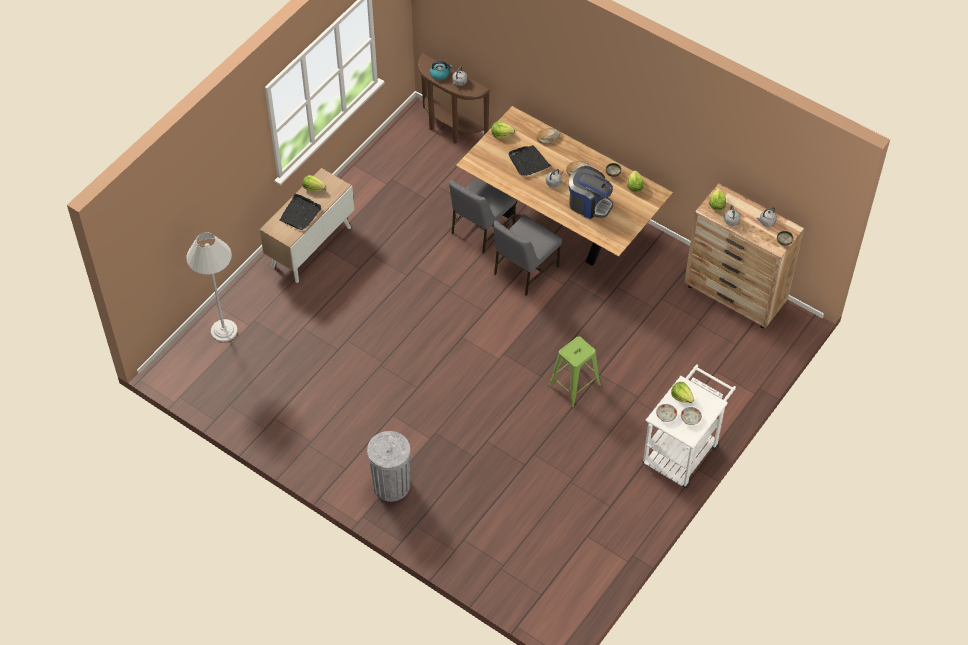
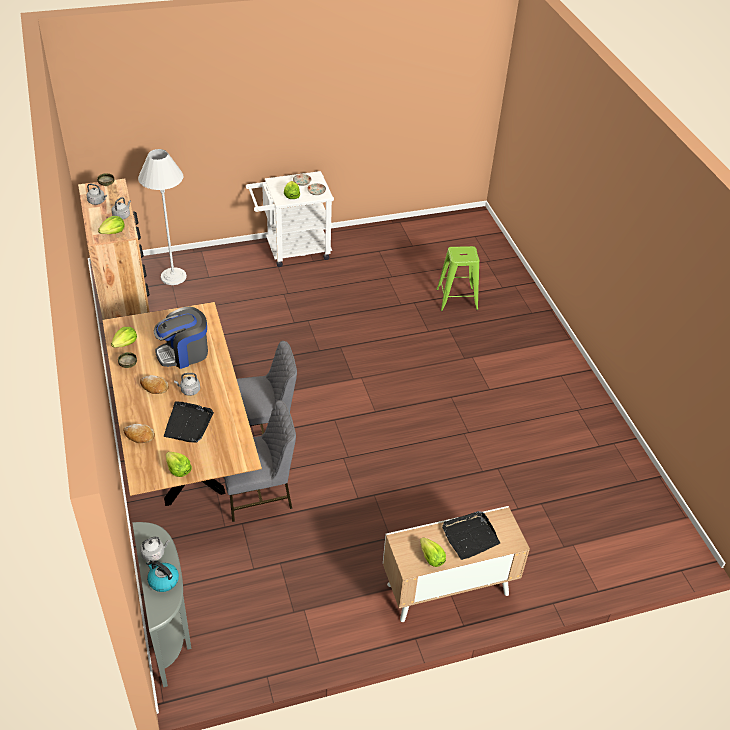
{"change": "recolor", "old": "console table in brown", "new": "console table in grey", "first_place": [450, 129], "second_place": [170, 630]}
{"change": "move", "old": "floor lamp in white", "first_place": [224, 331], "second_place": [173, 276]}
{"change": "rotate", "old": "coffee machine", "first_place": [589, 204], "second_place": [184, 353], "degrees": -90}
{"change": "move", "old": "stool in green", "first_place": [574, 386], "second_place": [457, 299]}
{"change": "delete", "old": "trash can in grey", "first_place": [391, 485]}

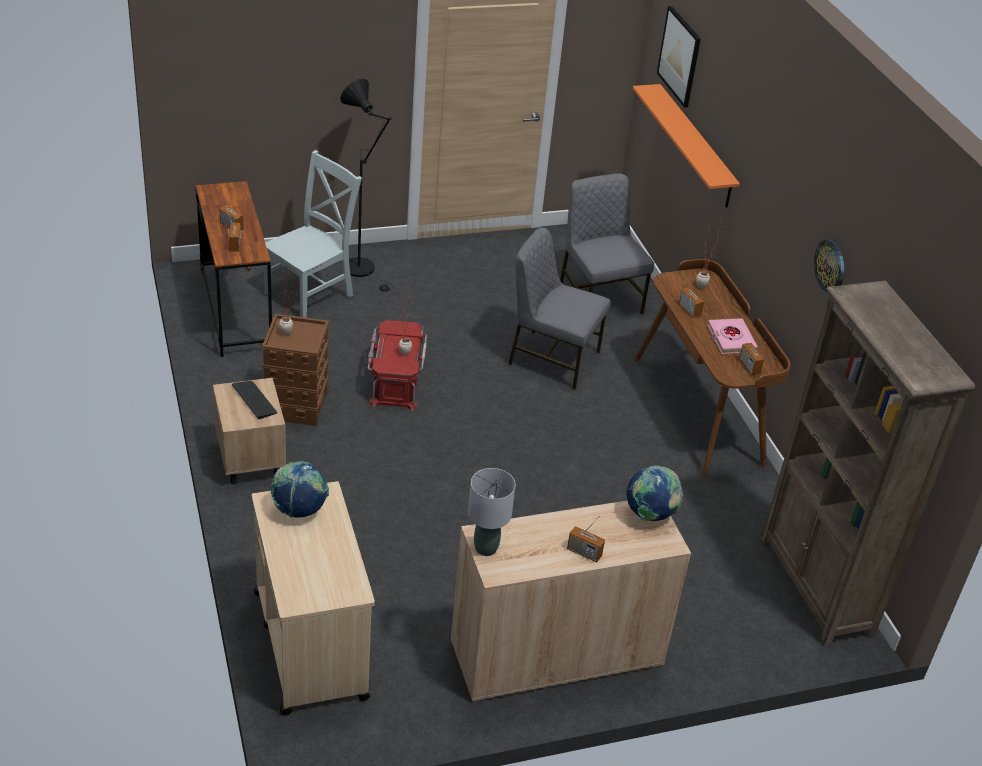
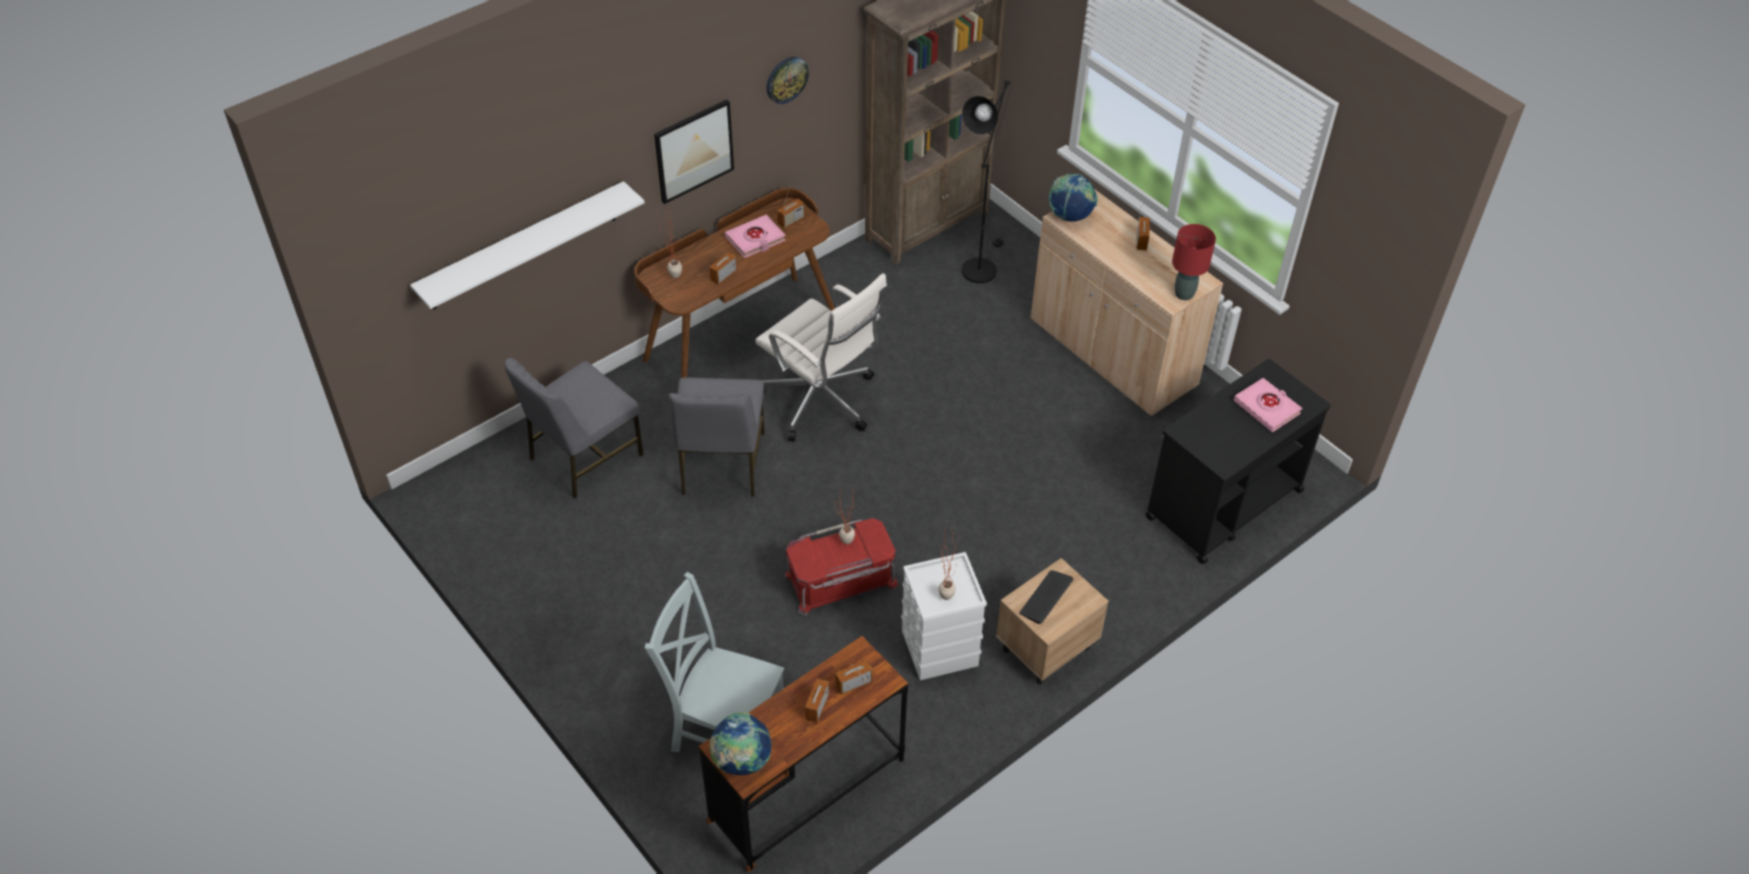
{"change": "recolor", "old": "shelf in orange", "new": "shelf in white", "first_place": [695, 146], "second_place": [523, 246]}
{"change": "move", "old": "picture", "first_place": [679, 56], "second_place": [694, 151]}
{"change": "move", "old": "globe", "first_place": [299, 510], "second_place": [741, 761]}
{"change": "insert", "new": "office chair in white", "second_place": [821, 402]}
{"change": "recolor", "old": "storage box in brown", "new": "storage box in white", "first_place": [296, 405], "second_place": [939, 649]}
{"change": "move", "old": "floor lamp in black", "first_place": [363, 270], "second_place": [980, 266]}
{"change": "recolor", "old": "cart in beige", "new": "cart in black", "first_place": [310, 643], "second_place": [1223, 504]}
{"change": "recolor", "old": "table lamp in grey", "new": "table lamp in red", "first_place": [485, 548], "second_place": [1183, 294]}
{"change": "insert", "new": "book in pink", "second_place": [1267, 408]}

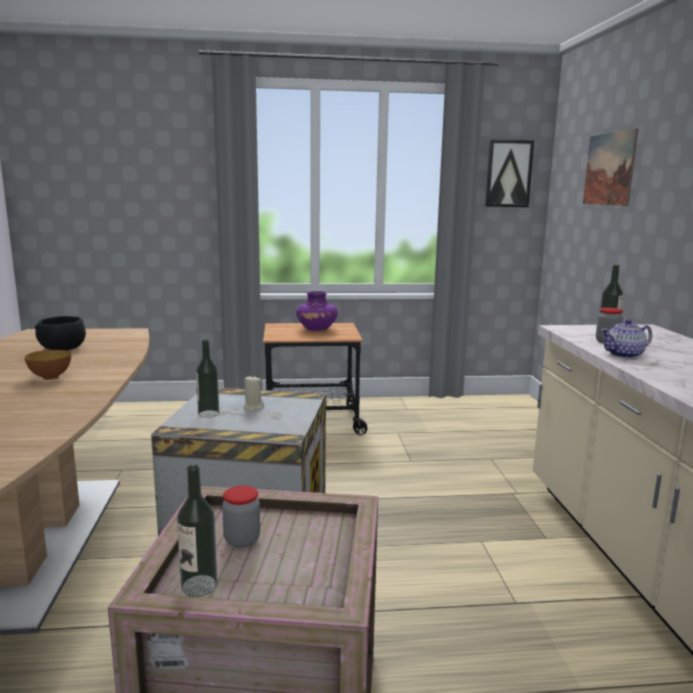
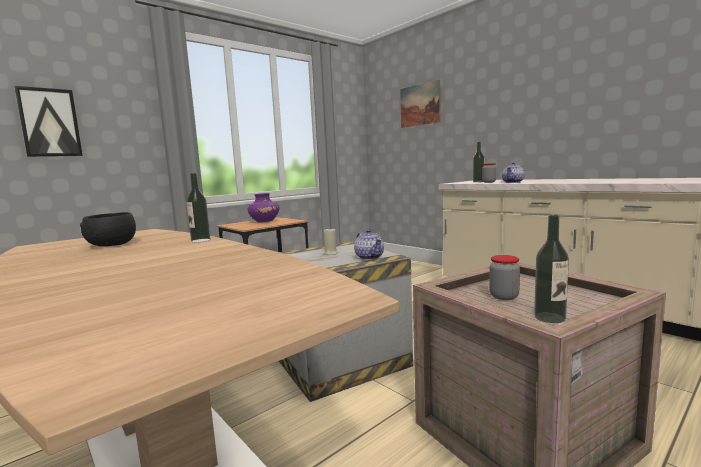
{"change": "move", "old": "picture", "first_place": [508, 173], "second_place": [49, 123]}
{"change": "move", "old": "bottle", "first_place": [208, 414], "second_place": [200, 240]}
{"change": "insert", "new": "teapot", "second_place": [369, 257]}
{"change": "delete", "old": "bowl", "first_place": [50, 377]}

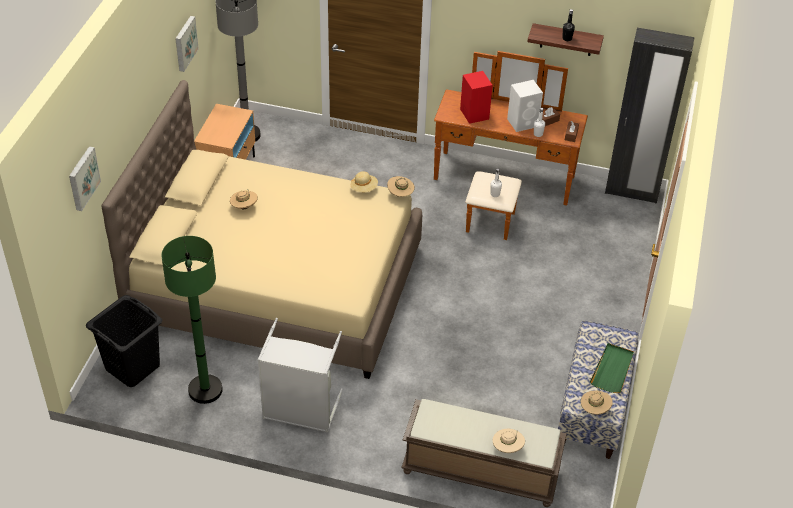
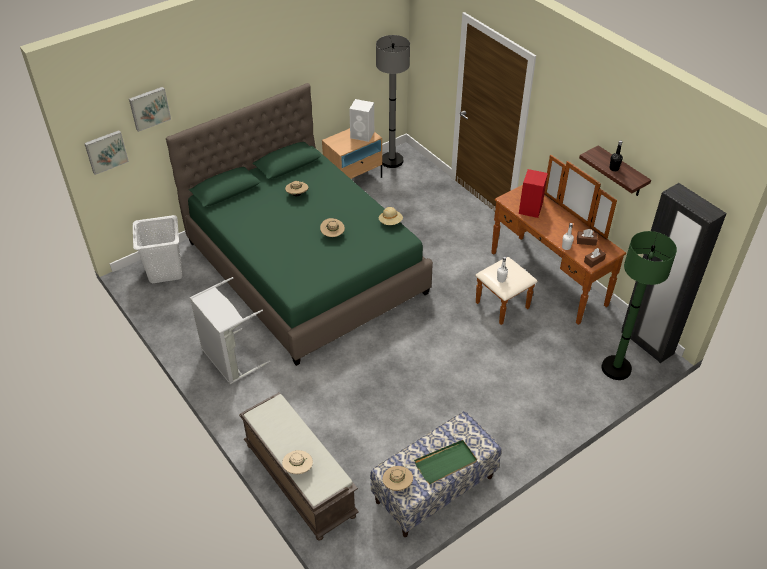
{"change": "move", "old": "picture", "first_place": [184, 43], "second_place": [106, 151]}
{"change": "recolor", "old": "laundry basket in black", "new": "laundry basket in white", "first_place": [132, 367], "second_place": [165, 271]}
{"change": "recolor", "old": "bed in beige", "new": "bed in green", "first_place": [276, 284], "second_place": [305, 267]}
{"change": "move", "old": "hat in beige", "first_place": [400, 194], "second_place": [332, 235]}
{"change": "move", "old": "speaker in white", "first_place": [523, 122], "second_place": [363, 135]}
{"change": "move", "old": "floor lamp in green", "first_place": [205, 390], "second_place": [616, 368]}

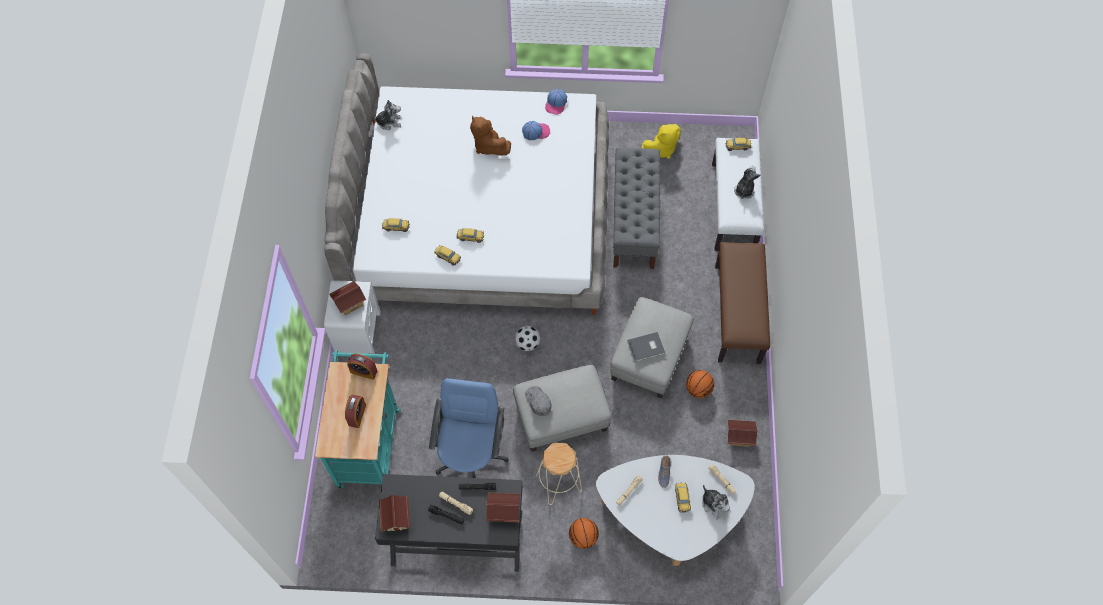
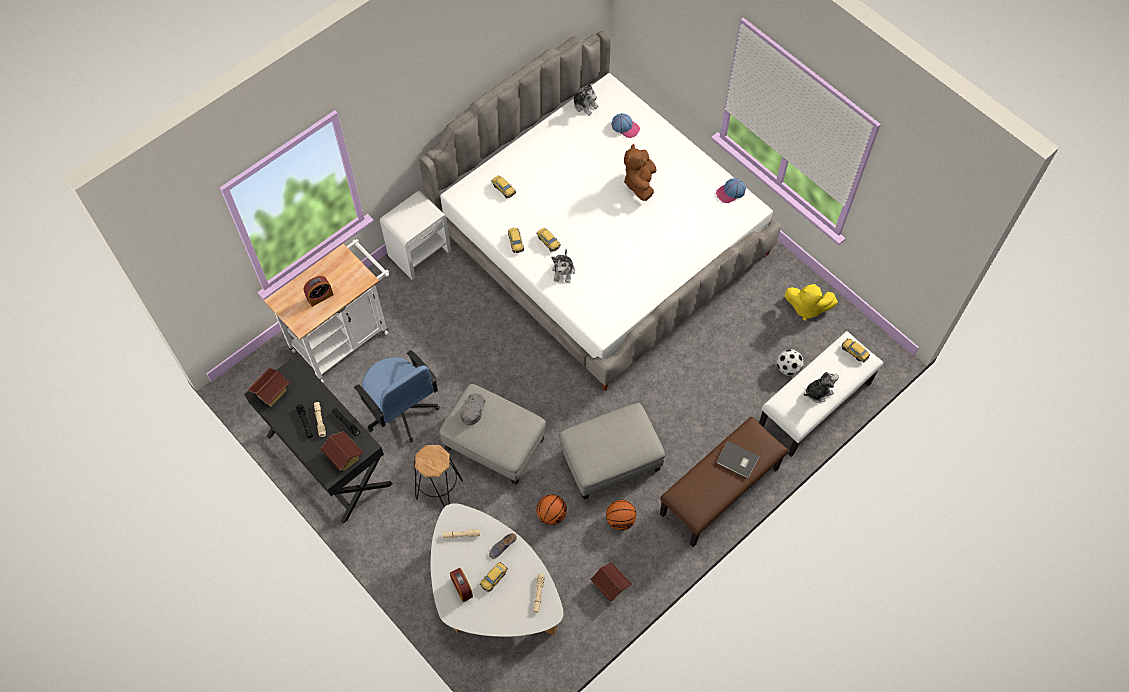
{"change": "recolor", "old": "cart in turquoise", "new": "cart in white", "first_place": [369, 442], "second_place": [344, 337]}
{"change": "rotate", "old": "office chair in blue", "first_place": [471, 455], "second_place": [401, 411], "degrees": 90}
{"change": "recolor", "old": "stool in beige", "new": "stool in black", "first_place": [558, 483], "second_place": [438, 489]}
{"change": "move", "old": "alarm clock", "first_place": [363, 371], "second_place": [462, 588]}
{"change": "move", "old": "basketball", "first_place": [583, 537], "second_place": [551, 515]}
{"change": "move", "old": "plush toy", "first_place": [714, 504], "second_place": [563, 271]}
{"change": "move", "old": "cap", "first_place": [536, 132], "second_place": [625, 127]}
{"change": "move", "old": "book in grey", "first_place": [646, 348], "second_place": [737, 461]}
{"change": "move", "old": "football", "first_place": [528, 344], "second_place": [787, 368]}
{"change": "delete", "old": "toy house", "first_place": [350, 303]}
{"change": "delete", "old": "bench in grey", "first_place": [633, 221]}

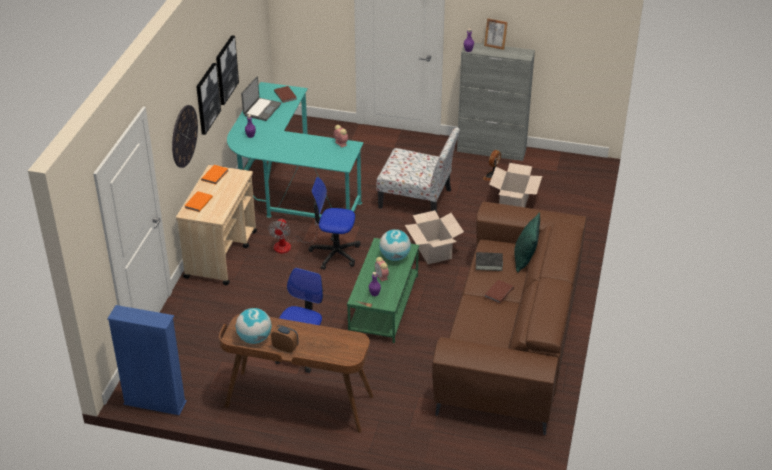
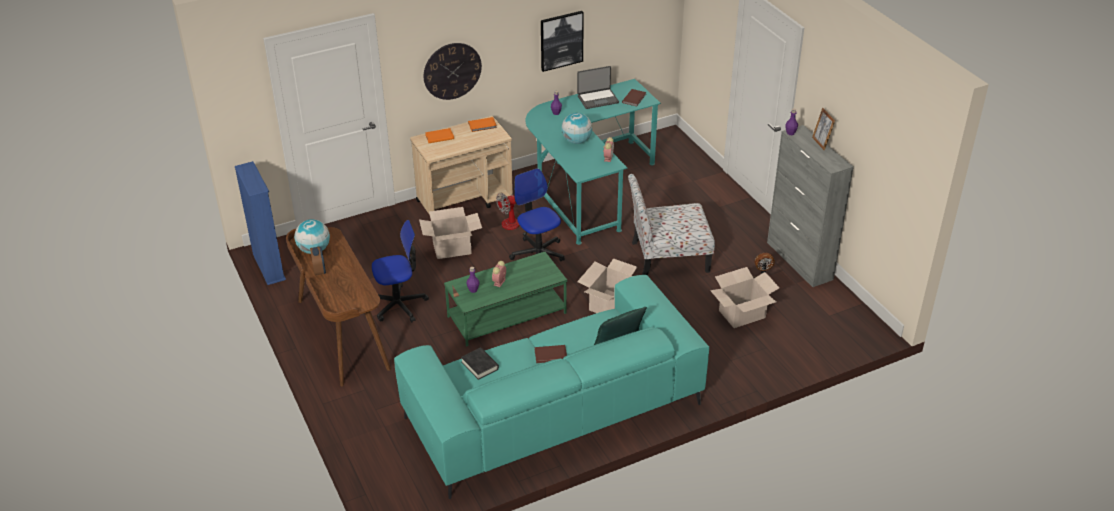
{"change": "recolor", "old": "sofa in brown", "new": "sofa in turquoise", "first_place": [511, 337], "second_place": [553, 410]}
{"change": "insert", "new": "cardboard box", "second_place": [452, 248]}
{"change": "move", "old": "book in black", "first_place": [489, 263], "second_place": [480, 365]}
{"change": "move", "old": "globe", "first_place": [394, 257], "second_place": [576, 141]}
{"change": "rotate", "old": "chair", "first_place": [417, 199], "second_place": [667, 257], "degrees": 105}
{"change": "delete", "old": "picture", "first_place": [207, 98]}

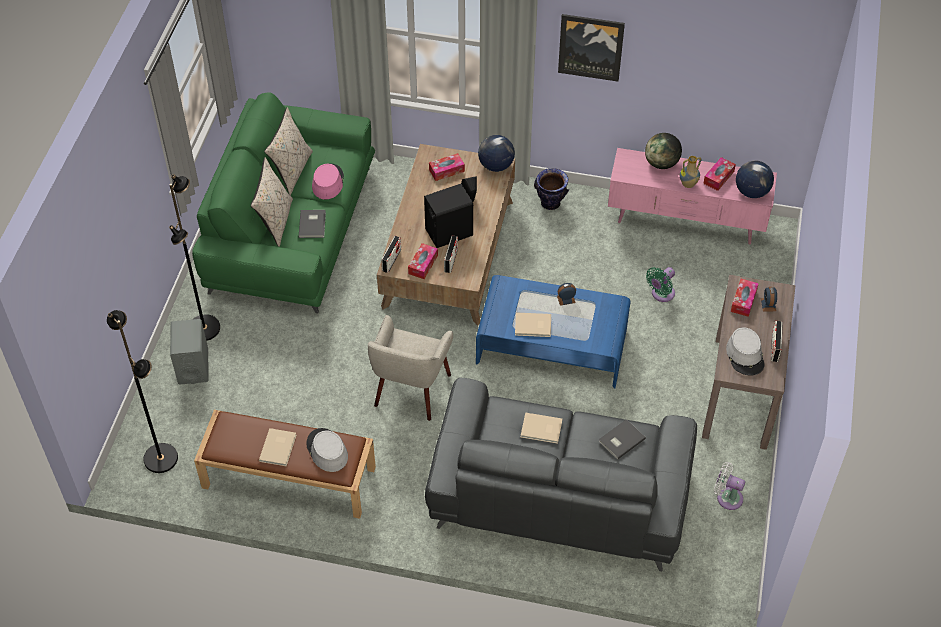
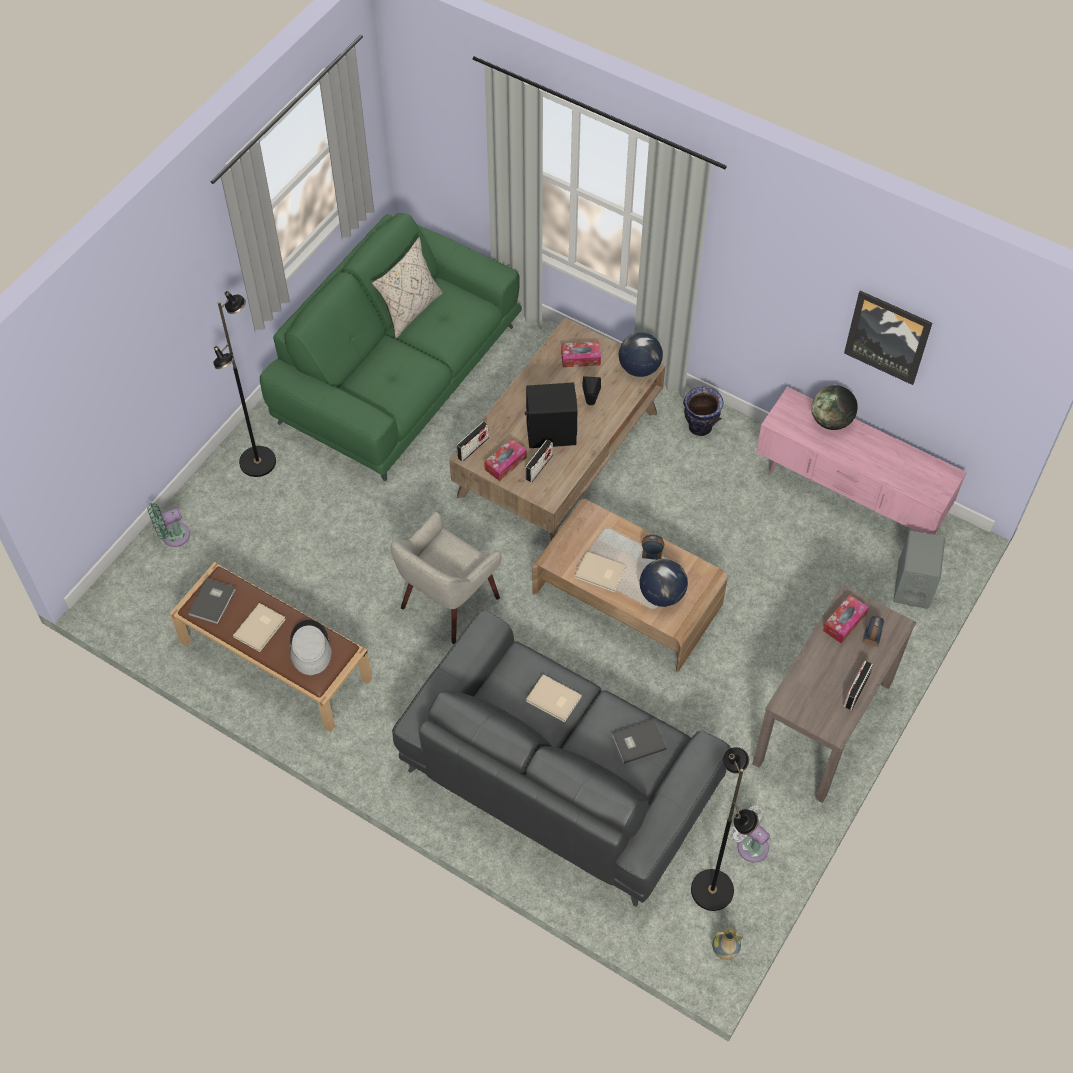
{"change": "move", "old": "fan in green", "first_place": [661, 294], "second_place": [172, 536]}
{"change": "move", "old": "book in grey", "first_place": [313, 224], "second_place": [213, 601]}
{"change": "recolor", "old": "coffee table in blue", "new": "coffee table in brown", "first_place": [552, 346], "second_place": [627, 599]}
{"change": "move", "old": "globe", "first_place": [752, 192], "second_place": [662, 594]}
{"change": "move", "old": "floor lamp in black", "first_place": [161, 458], "second_place": [713, 889]}
{"change": "move", "old": "vase", "first_place": [688, 185], "second_place": [724, 952]}
{"change": "move", "old": "picture", "first_place": [591, 46], "second_place": [888, 336]}
{"change": "move", "old": "speaker in grey", "first_place": [193, 366], "second_place": [913, 585]}
{"change": "delete", "old": "pillow in beige", "first_place": [275, 221]}
{"change": "delete", "old": "hat in pink", "first_place": [327, 182]}
{"change": "delete", "old": "tissue box", "first_place": [718, 177]}
{"change": "delete", "old": "hat in grey", "first_place": [745, 355]}

